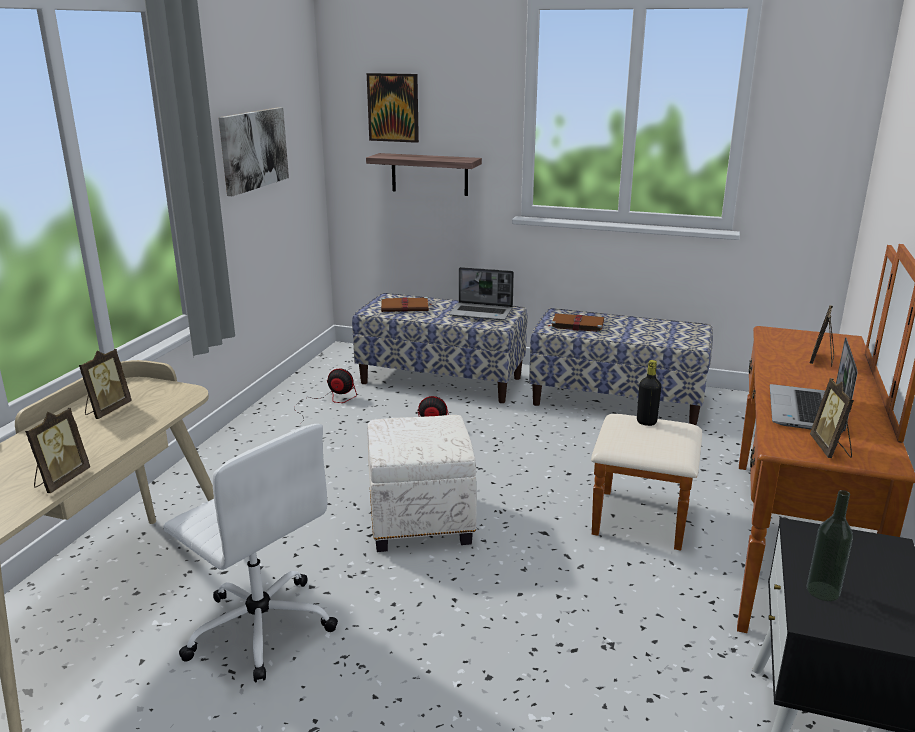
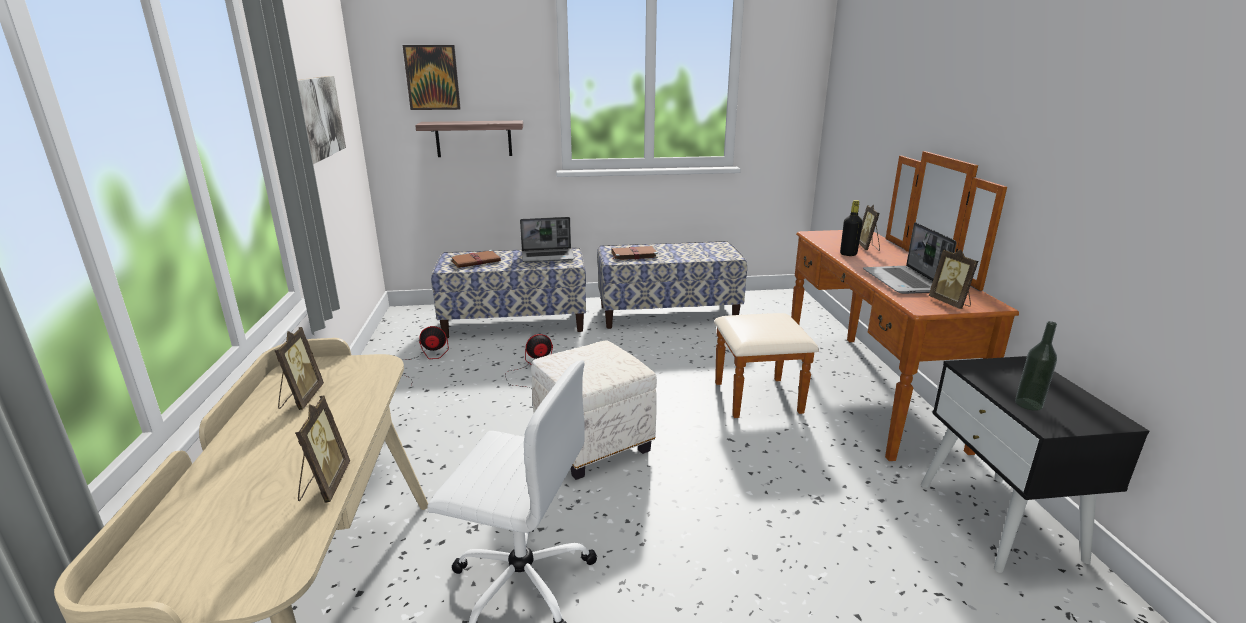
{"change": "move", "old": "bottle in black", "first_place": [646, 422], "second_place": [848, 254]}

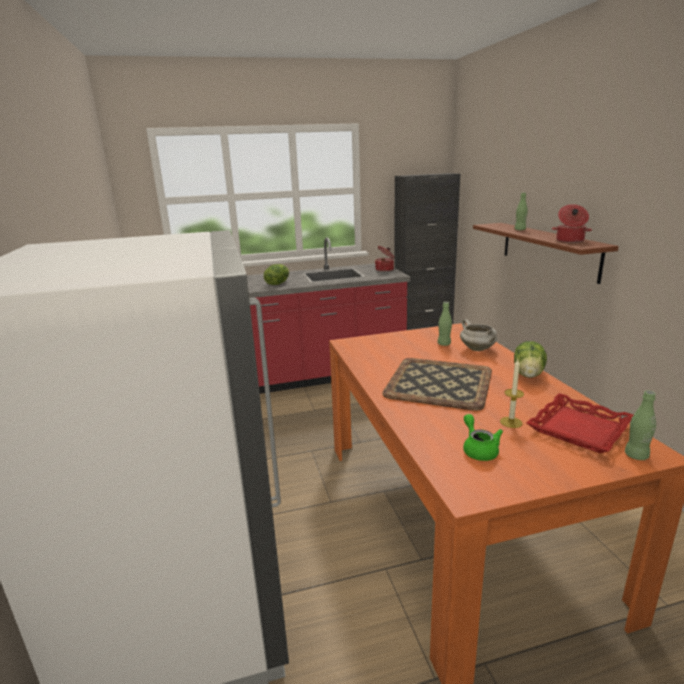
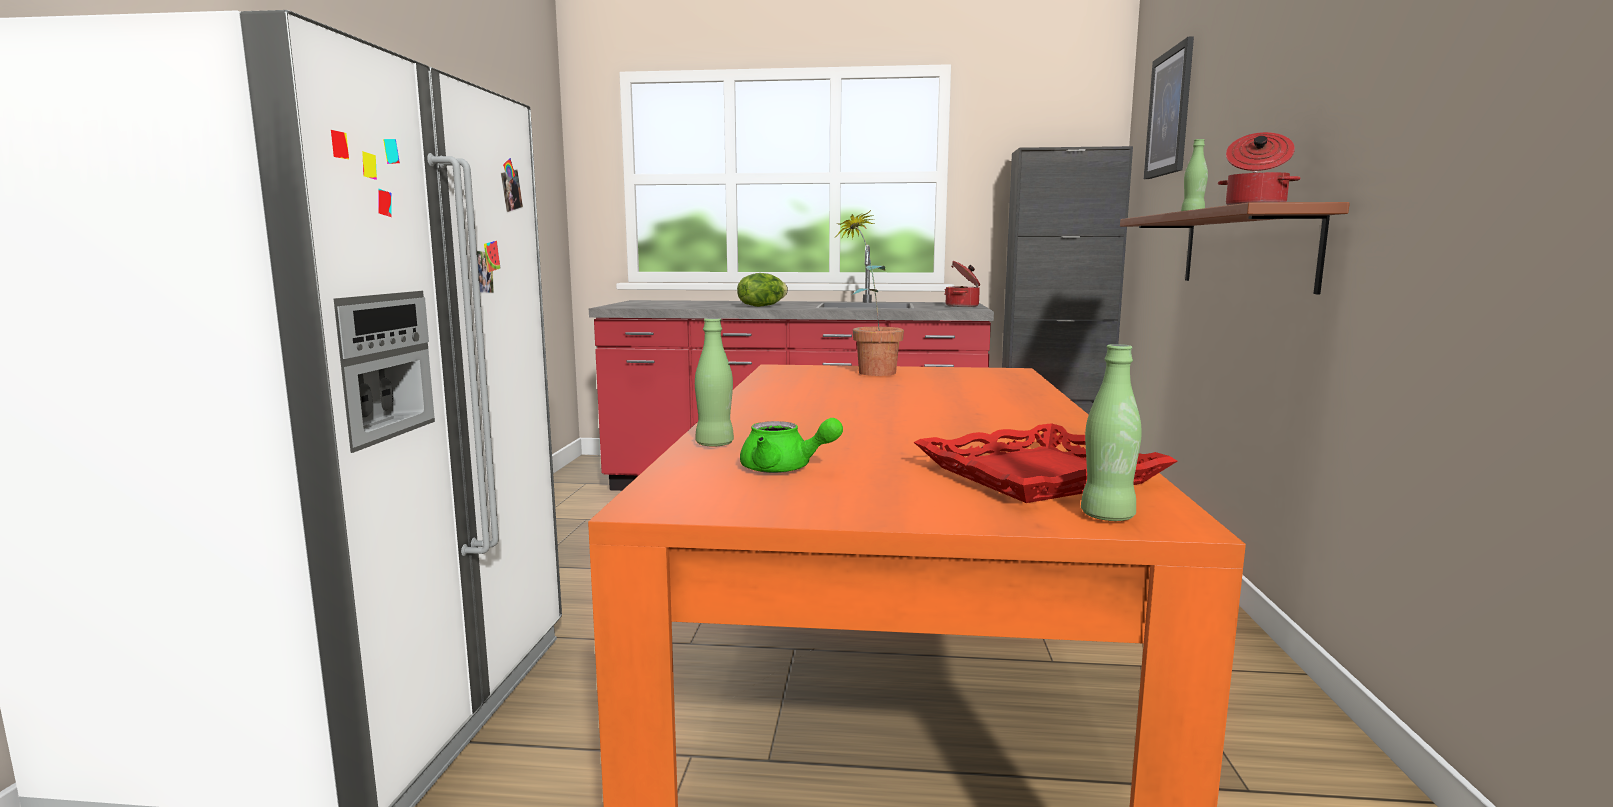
{"change": "move", "old": "bottle in green", "first_place": [444, 344], "second_place": [714, 444]}
{"change": "rotate", "old": "teapot in green", "first_place": [479, 449], "second_place": [785, 469], "degrees": 105}
{"change": "insert", "new": "potted plant", "second_place": [869, 371]}
{"change": "insert", "new": "picture", "second_place": [1169, 113]}
{"change": "delete", "old": "tray", "first_place": [438, 383]}
{"change": "delete", "old": "cooking pot in white", "first_place": [478, 349]}
{"change": "delete", "old": "candle", "first_place": [511, 422]}
{"change": "delete", "old": "lettuce", "first_place": [529, 374]}

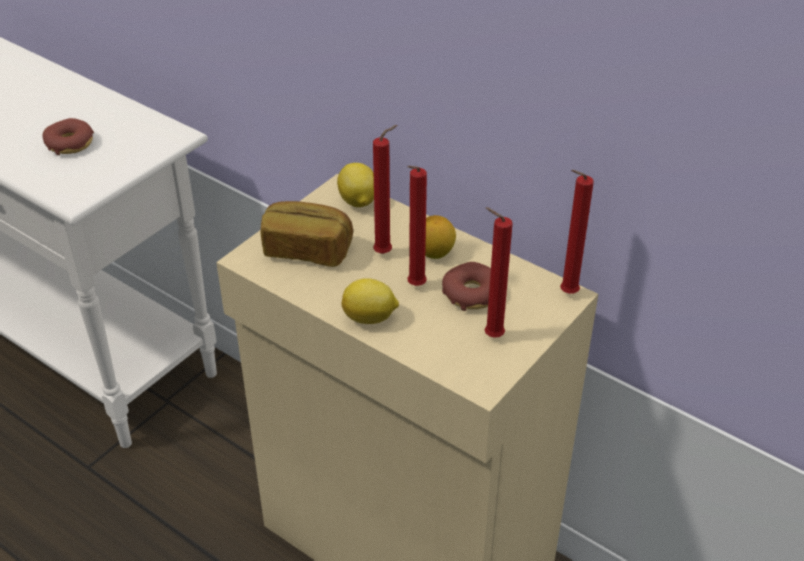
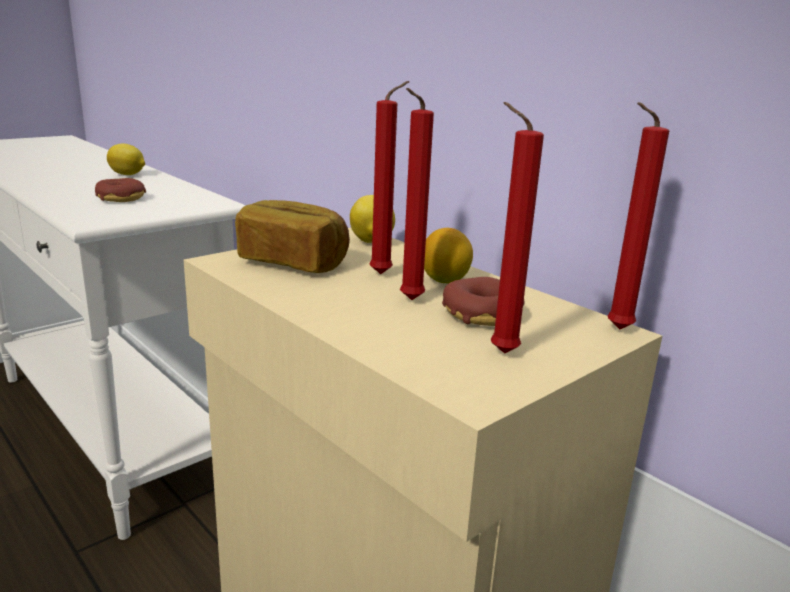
{"change": "move", "old": "lemon", "first_place": [370, 318], "second_place": [128, 174]}

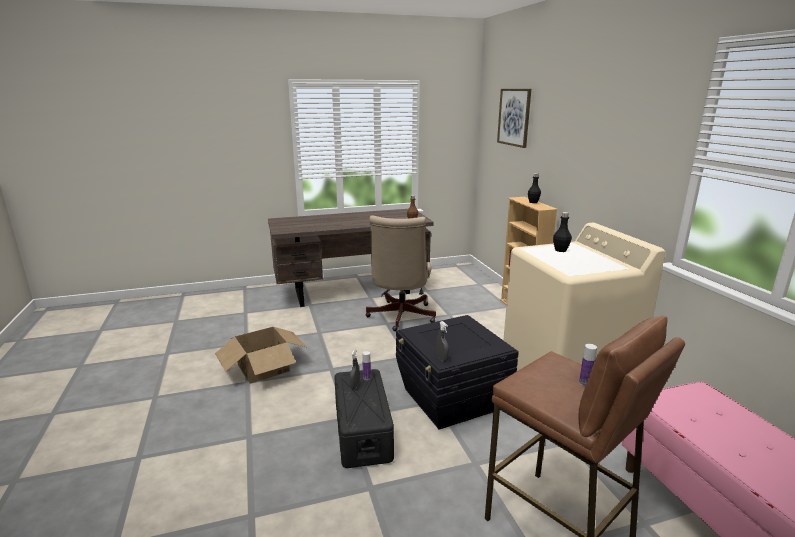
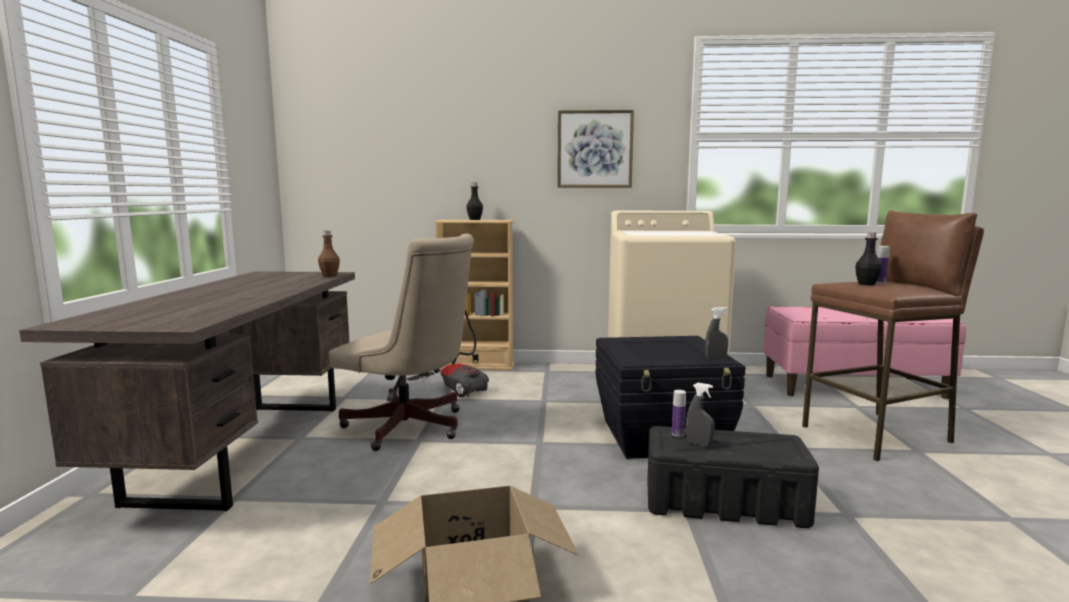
{"change": "insert", "new": "vacuum cleaner", "second_place": [455, 386]}
{"change": "move", "old": "picture", "first_place": [514, 117], "second_place": [594, 149]}
{"change": "move", "old": "bottle in black", "first_place": [560, 250], "second_place": [866, 284]}

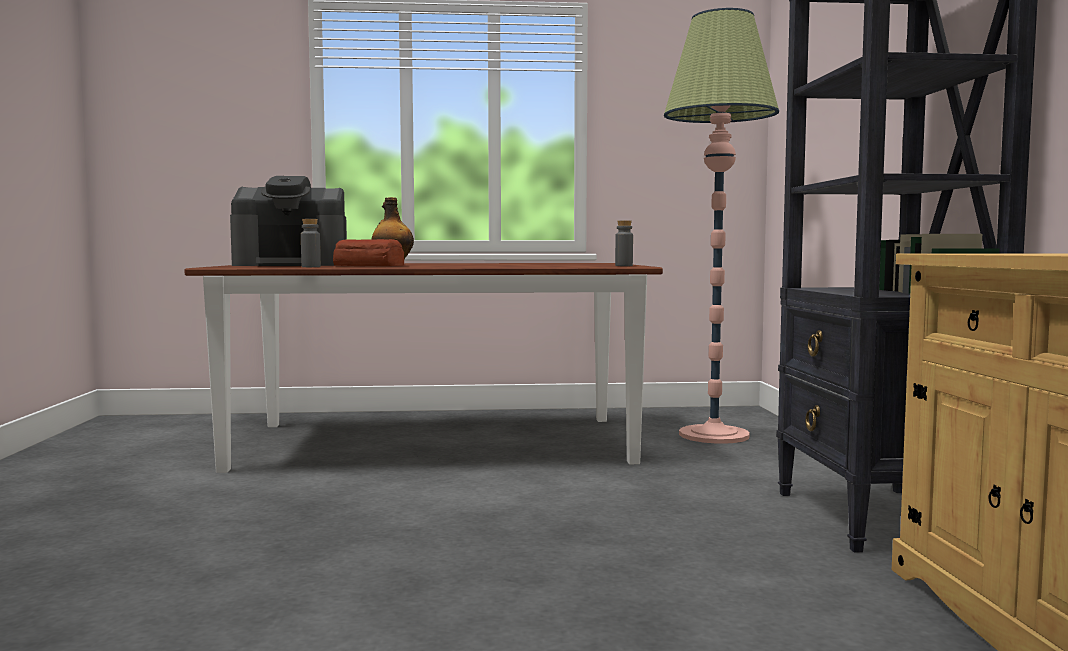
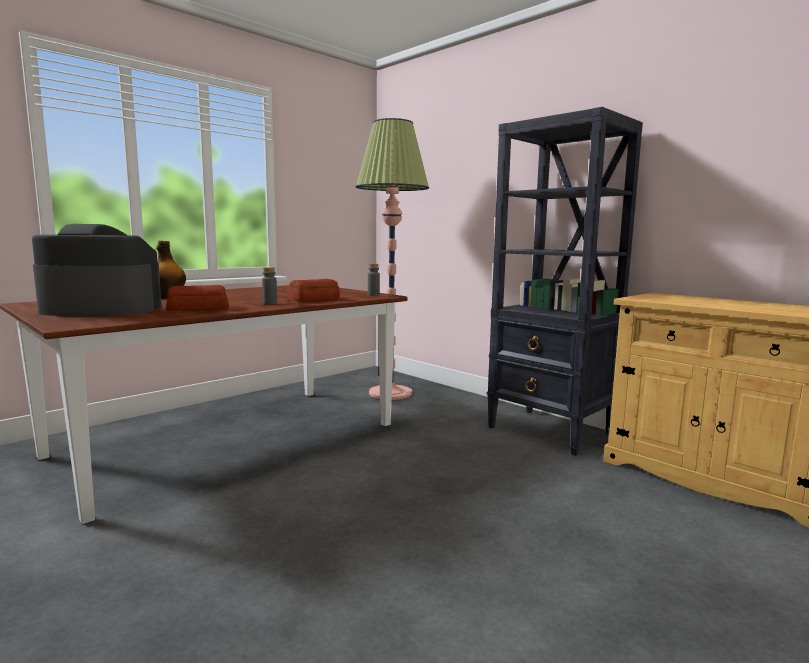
{"change": "rotate", "old": "coffee machine", "first_place": [292, 265], "second_place": [101, 310], "degrees": -135}
{"change": "move", "old": "bottle in grey", "first_place": [311, 267], "second_place": [270, 303]}
{"change": "insert", "new": "bread", "second_place": [313, 299]}

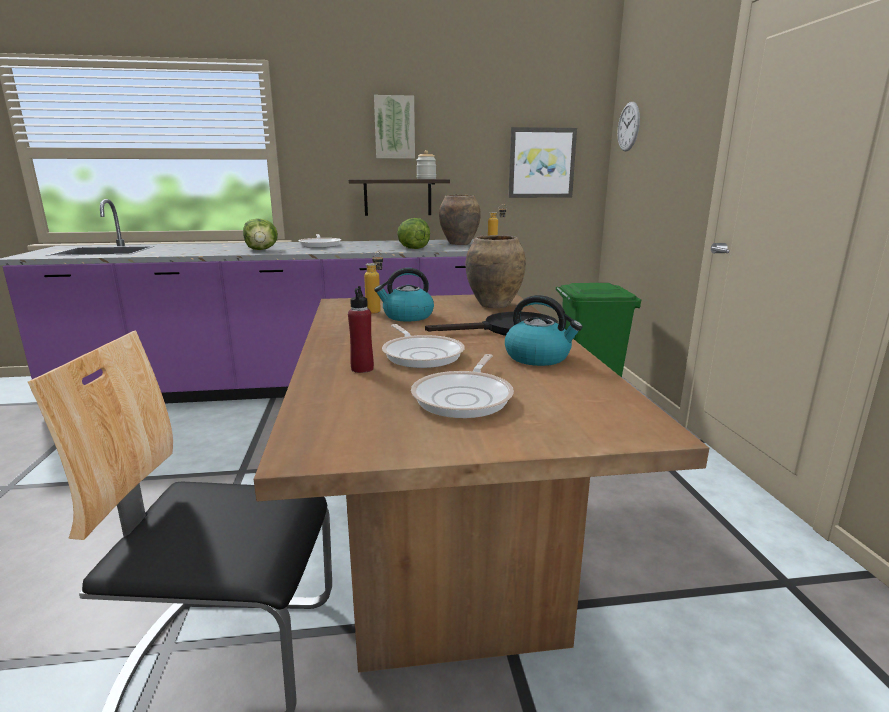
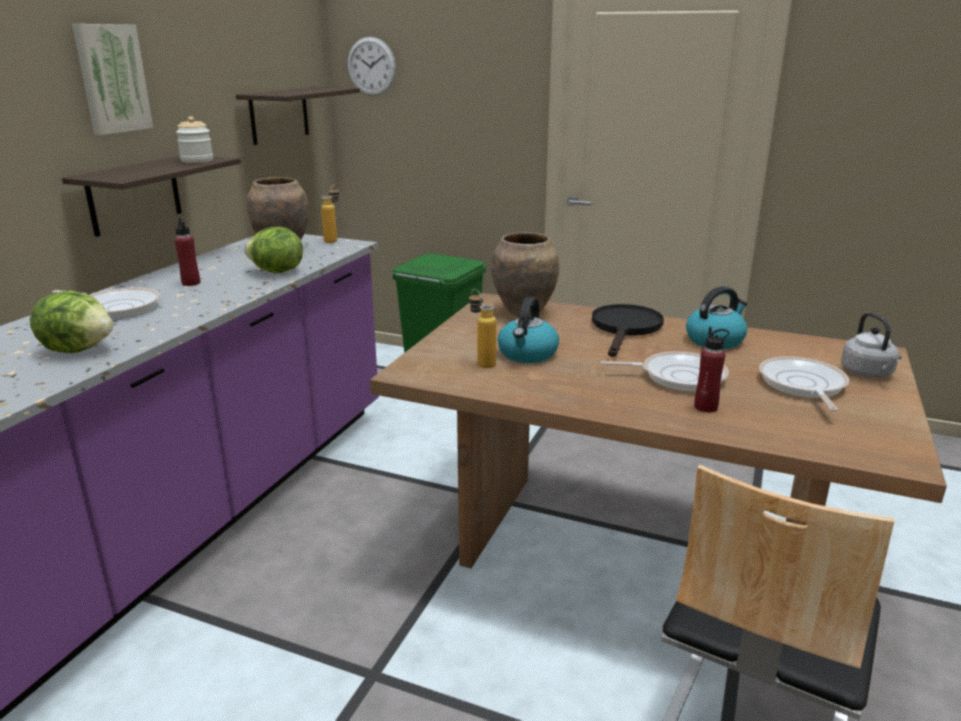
{"change": "insert", "new": "bottle in red", "second_place": [191, 283]}
{"change": "replace", "old": "picture", "new": "shelf", "first_place": [541, 163], "second_place": [279, 115]}
{"change": "rotate", "old": "frying pan", "first_place": [465, 398], "second_place": [802, 385], "degrees": -135}
{"change": "insert", "new": "kettle in grey", "second_place": [868, 373]}

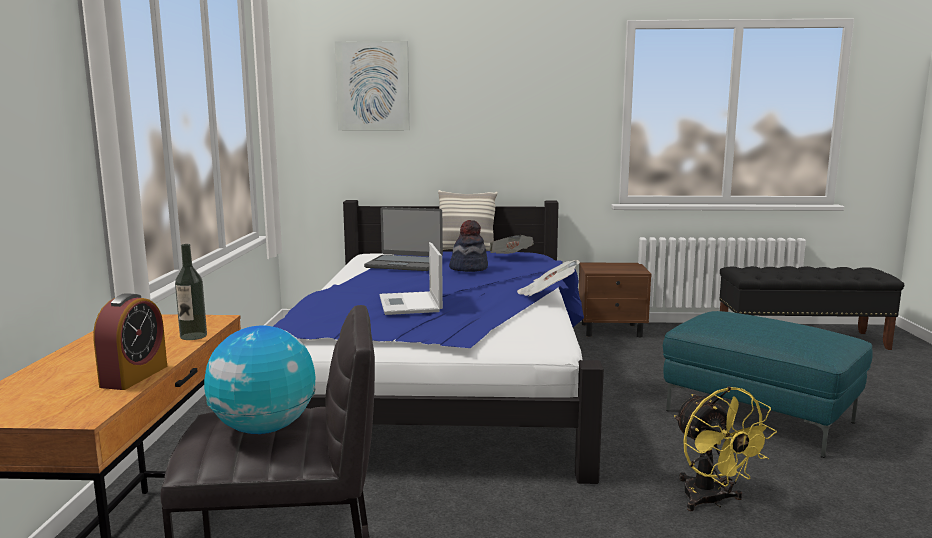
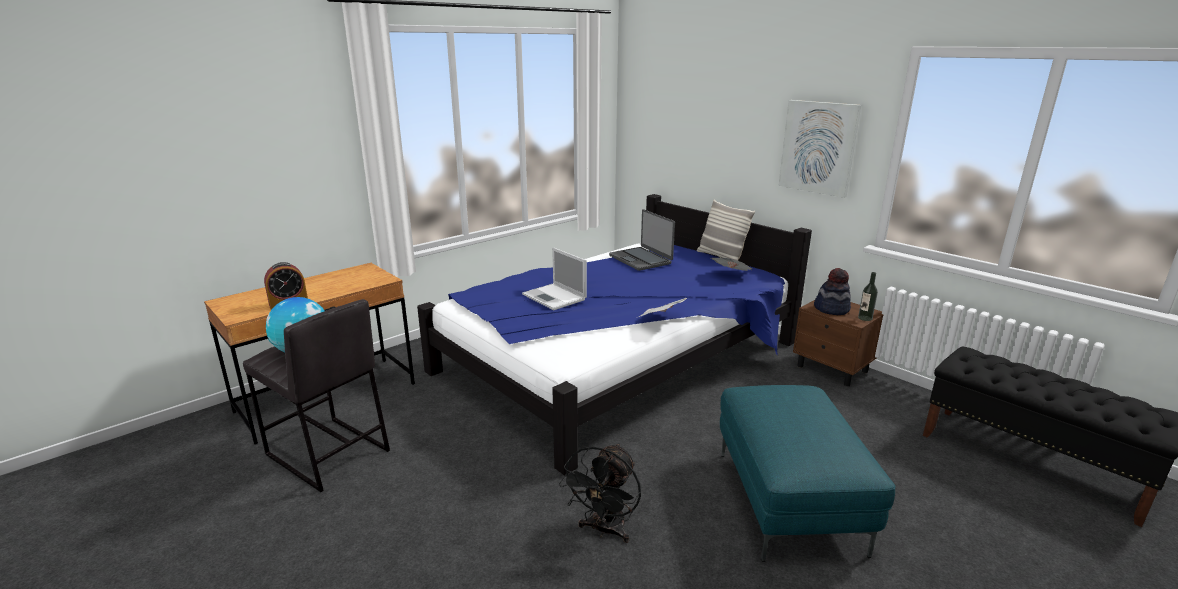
{"change": "rotate", "old": "laptop", "first_place": [410, 304], "second_place": [555, 297], "degrees": -75}
{"change": "recolor", "old": "fan in yellow", "new": "fan in black", "first_place": [711, 501], "second_place": [604, 530]}
{"change": "move", "old": "picture", "first_place": [373, 86], "second_place": [818, 147]}
{"change": "move", "old": "hat", "first_place": [468, 268], "second_place": [831, 309]}
{"change": "move", "old": "bottle", "first_place": [193, 336], "second_place": [865, 318]}

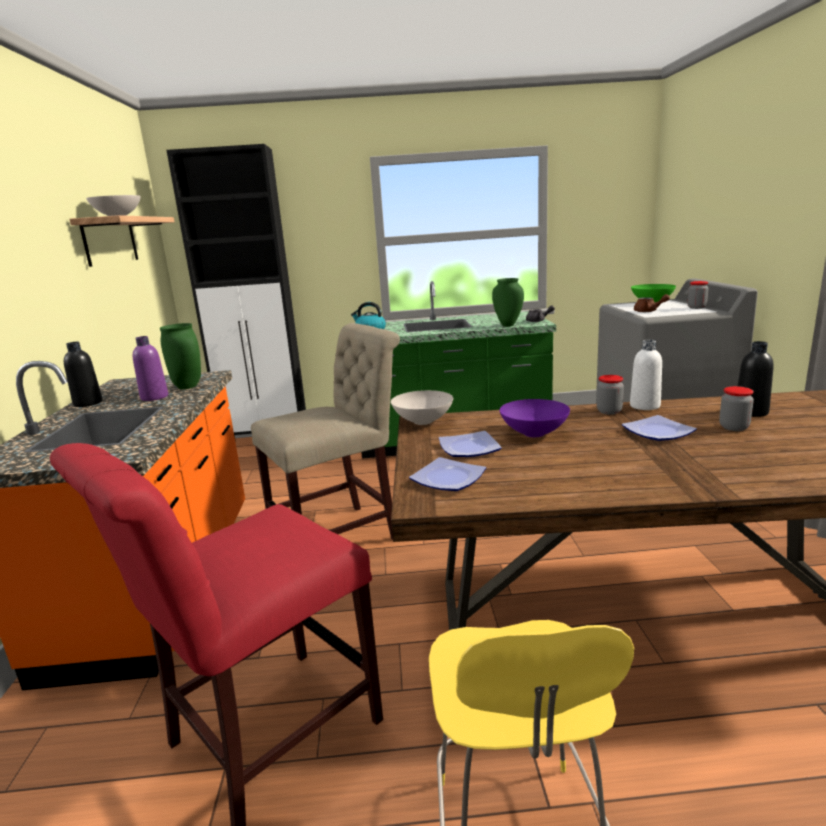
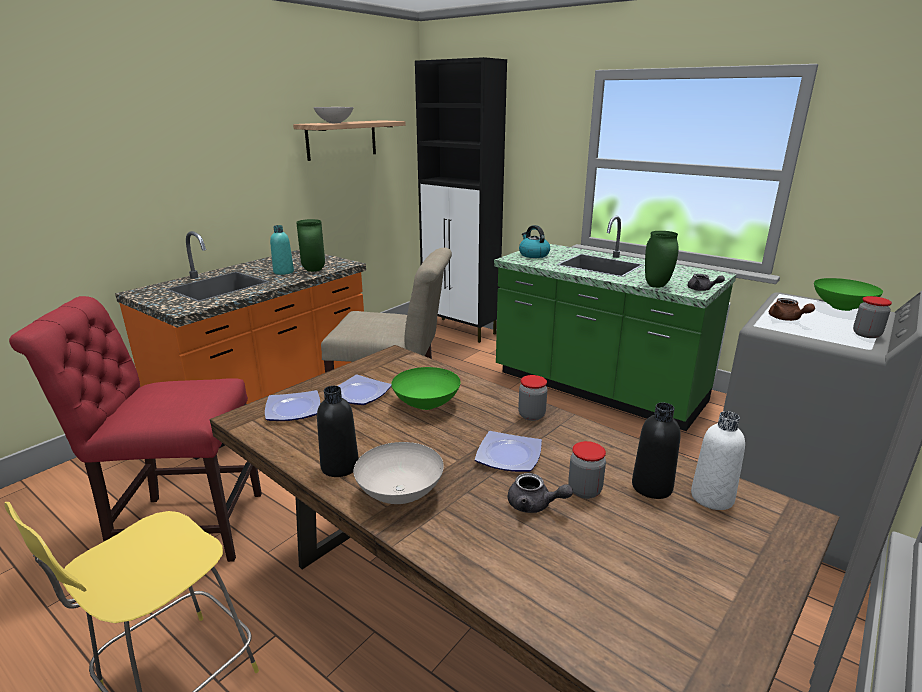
{"change": "recolor", "old": "bottle in purple", "new": "bottle in turquoise", "first_place": [154, 397], "second_place": [283, 272]}
{"change": "move", "old": "bottle in black", "first_place": [88, 403], "second_place": [340, 466]}
{"change": "move", "old": "bowl in white", "first_place": [424, 422], "second_place": [400, 495]}
{"change": "recolor", "old": "bowl in purple", "new": "bowl in green", "first_place": [535, 433], "second_place": [427, 404]}
{"change": "insert", "new": "teapot in grey", "second_place": [534, 505]}
{"change": "move", "old": "bottle in white", "first_place": [644, 406], "second_place": [712, 497]}

